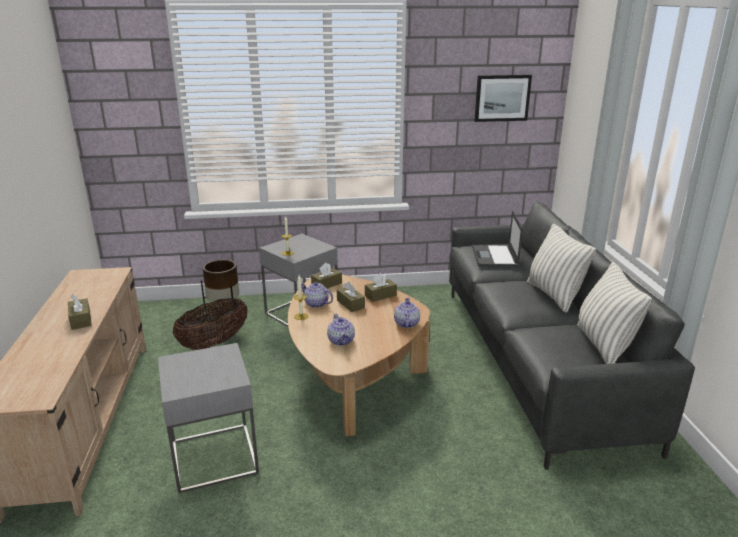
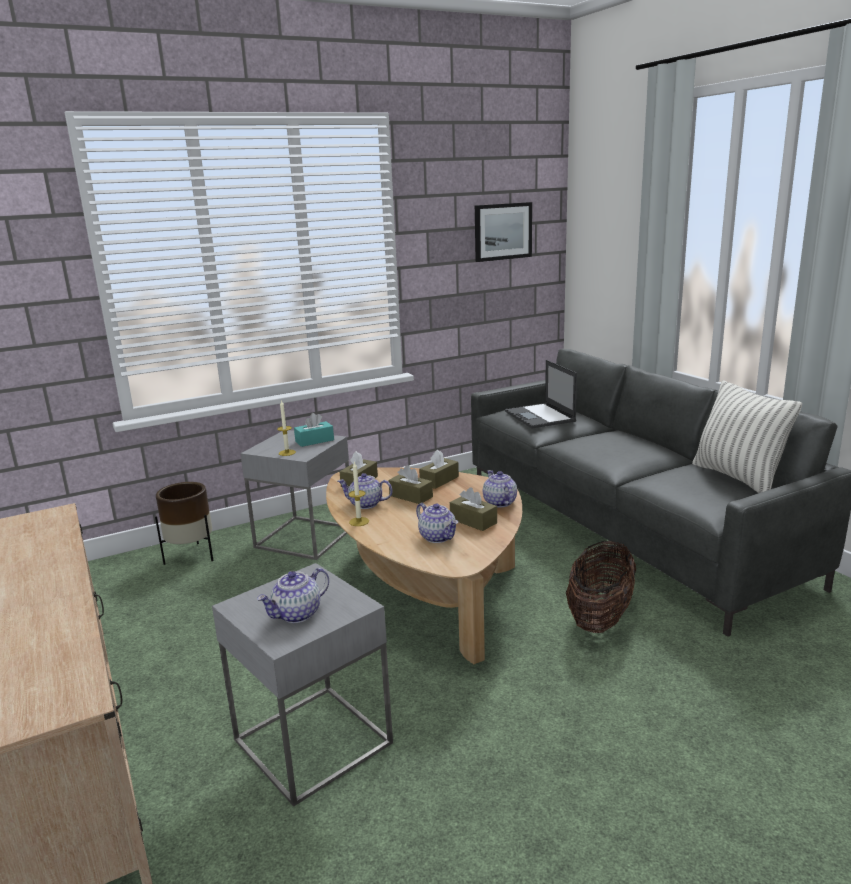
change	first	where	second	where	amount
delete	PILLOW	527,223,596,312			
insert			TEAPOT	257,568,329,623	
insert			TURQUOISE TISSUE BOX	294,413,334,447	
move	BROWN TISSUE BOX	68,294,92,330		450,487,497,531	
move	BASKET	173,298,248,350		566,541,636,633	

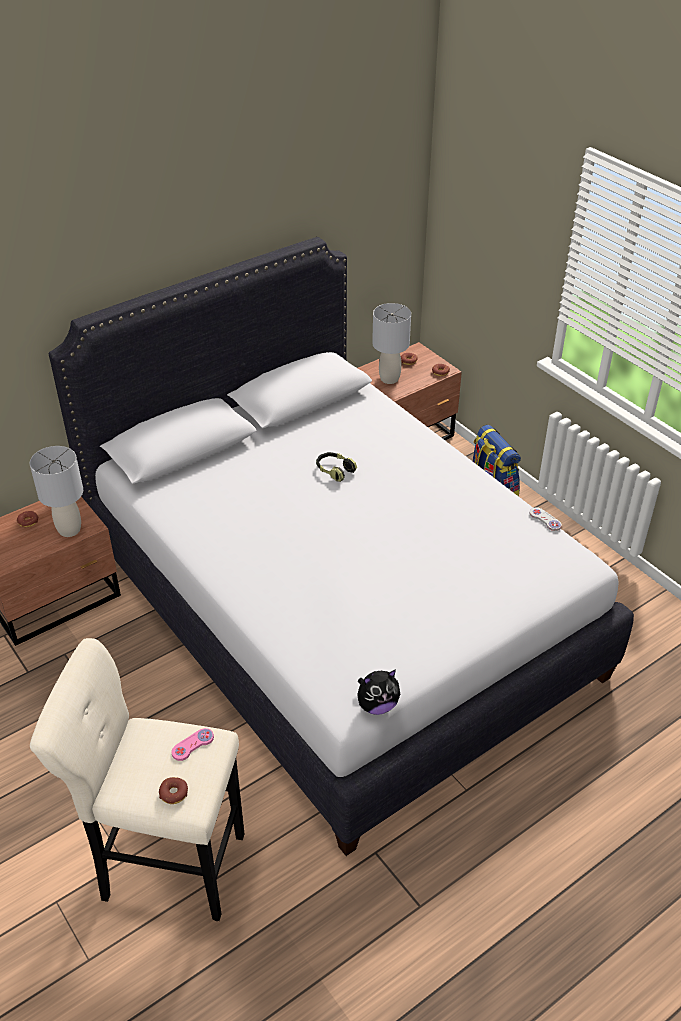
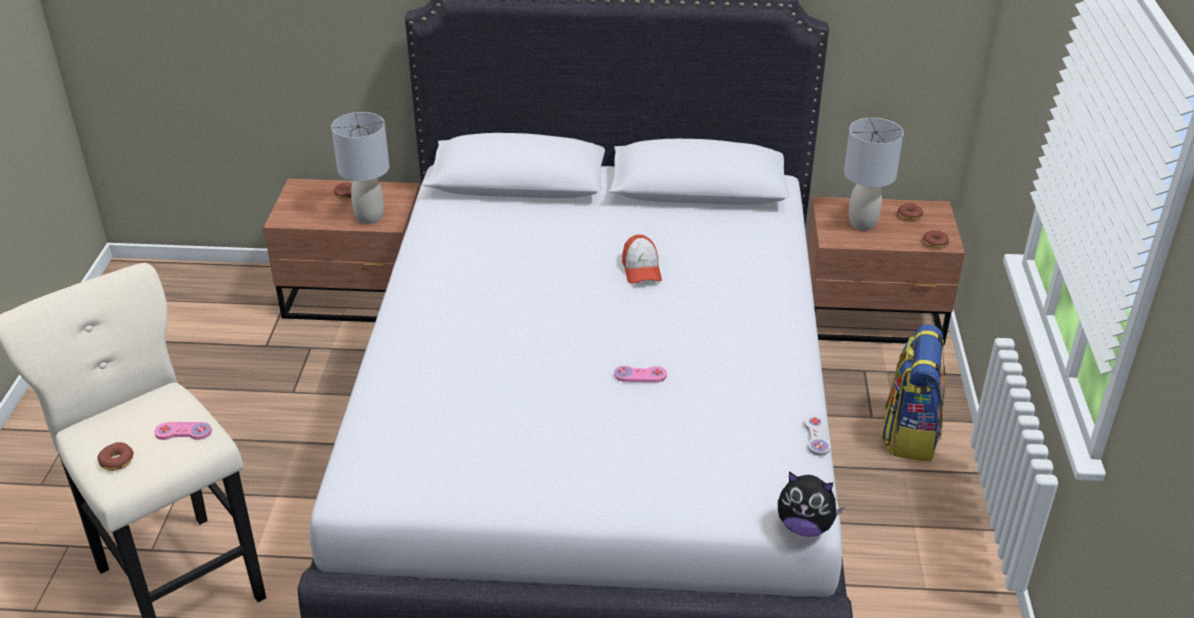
change	first	where	second	where	amount
insert			PINK GAME CONTROLLER	614,366,667,382	
move	PLUSH TOY	357,669,400,715		778,472,844,537	
replace	HEADPHONES	316,452,357,482	CAP	622,235,662,284	

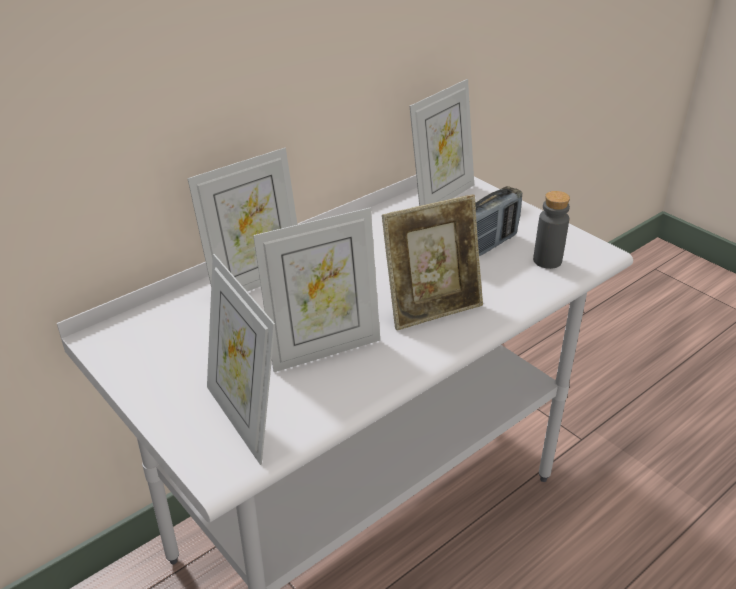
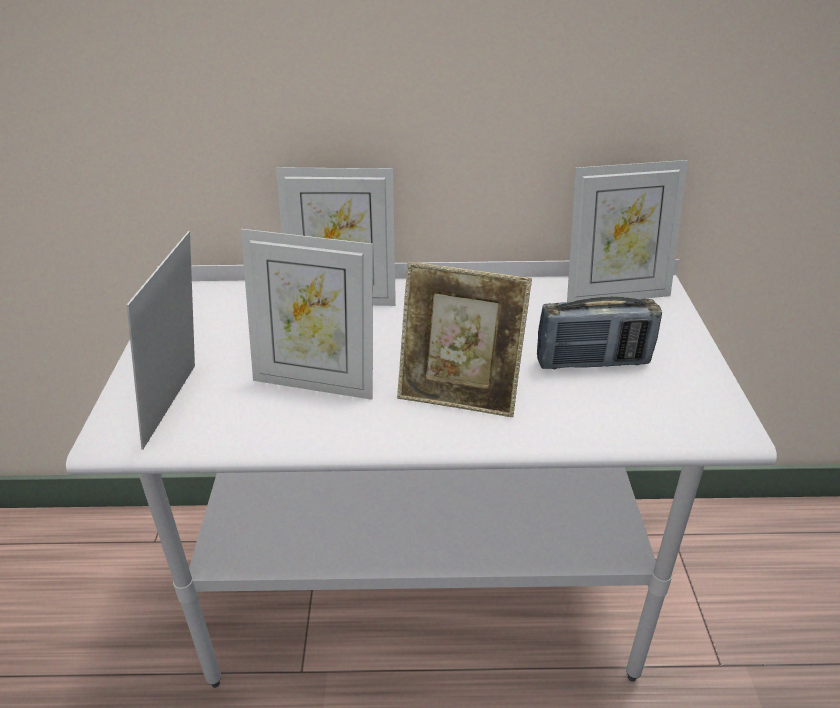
change	first	where	second	where	amount
delete	GREY BOTTLE	533,191,570,269			

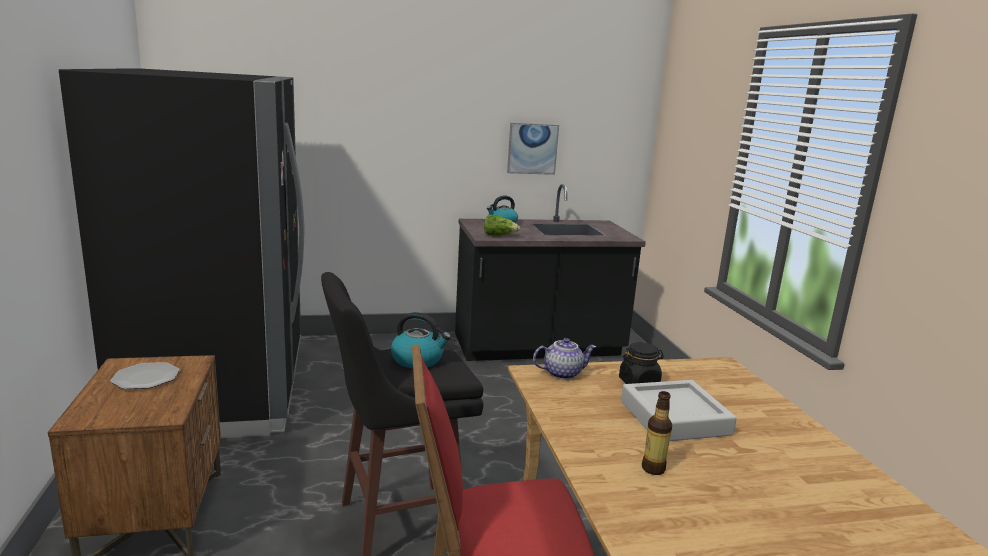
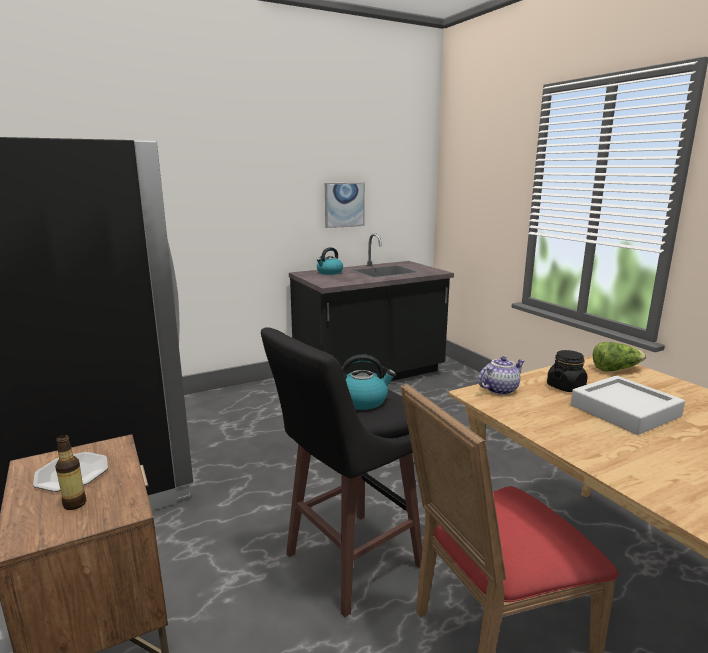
change	first	where	second	where	amount
move	LETTUCE	484,215,520,236		593,342,646,372	
move	BOTTLE	642,391,672,475		55,435,86,510	

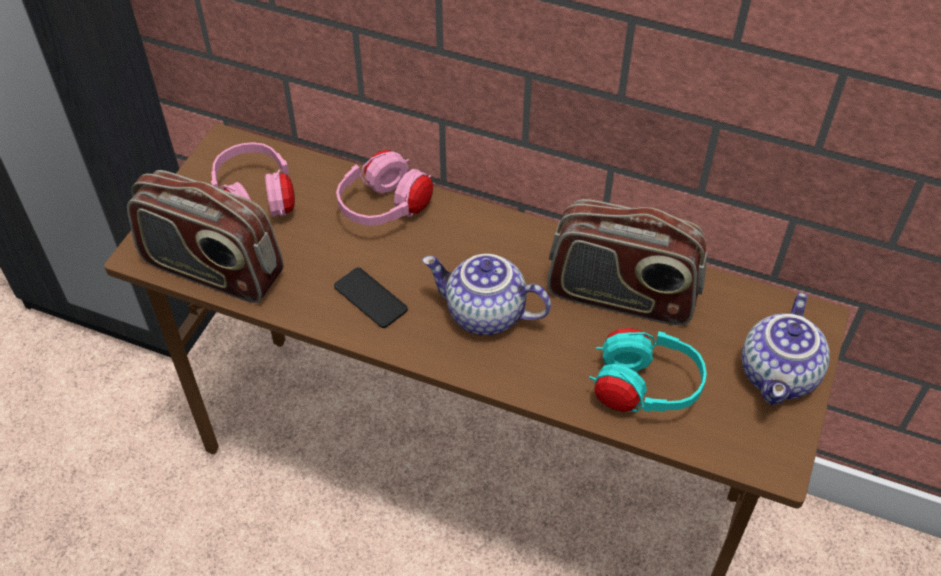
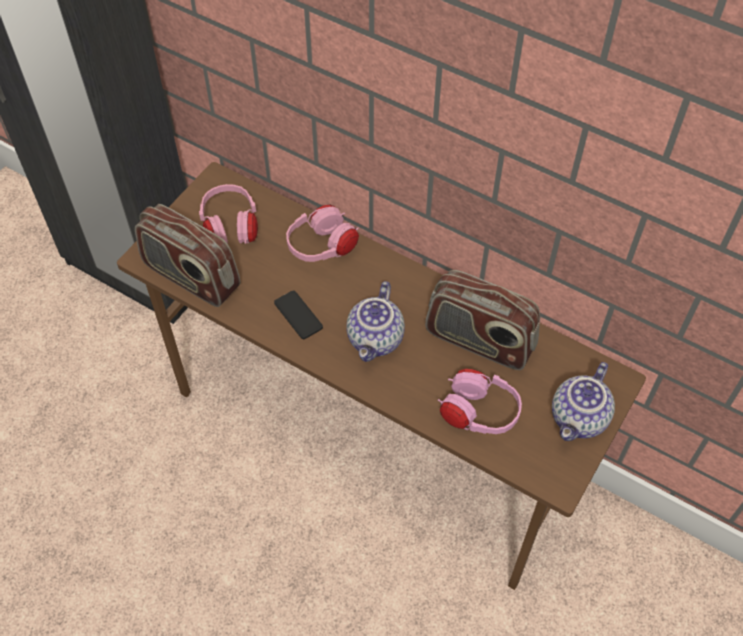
change	first	where	second	where	amount
recolor	TURQUOISE HEADPHONES	589,328,707,412	PINK HEADPHONES	438,369,522,434	
rotate	TEAPOT	422,254,551,335		346,281,405,362	105 degrees counterclockwise

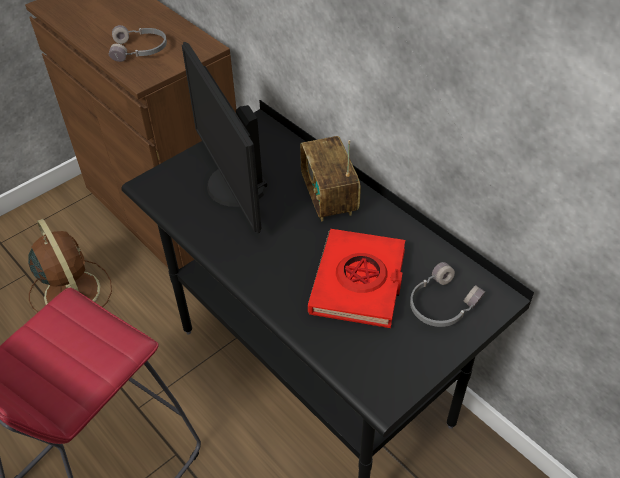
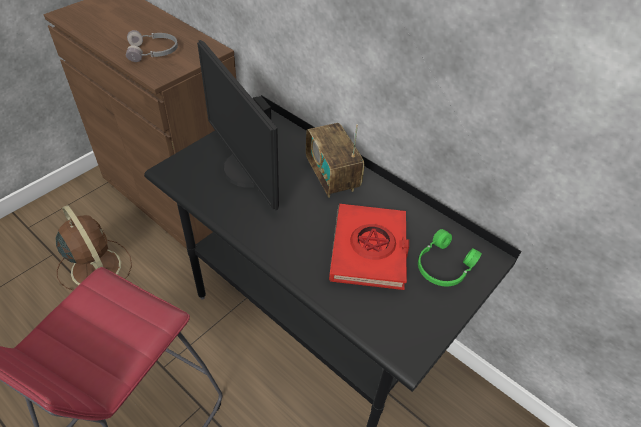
change	first	where	second	where	amount
recolor	GREY HEADPHONES	410,262,485,327	GREEN HEADPHONES	418,229,482,286	

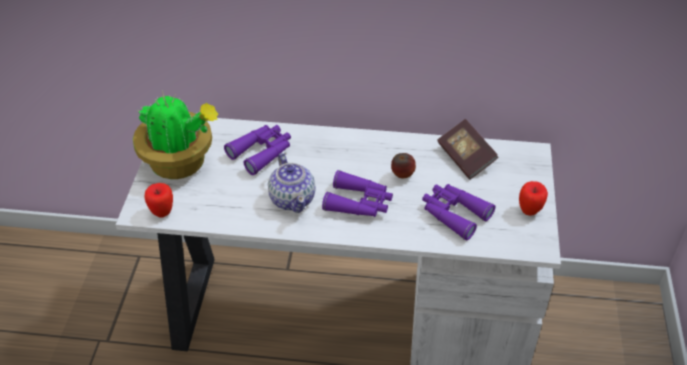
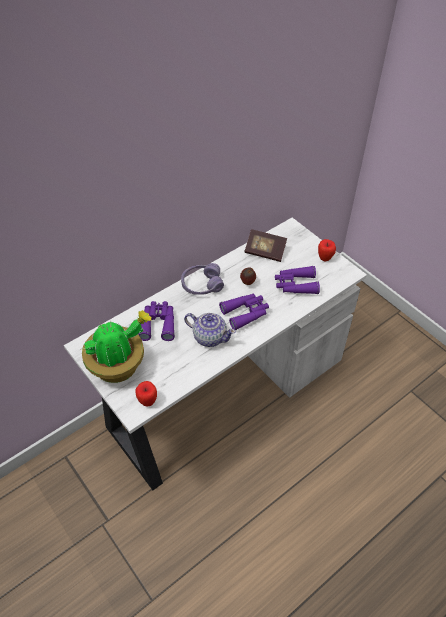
change	first	where	second	where	amount
insert			PURPLE HEADPHONES	181,263,224,295	

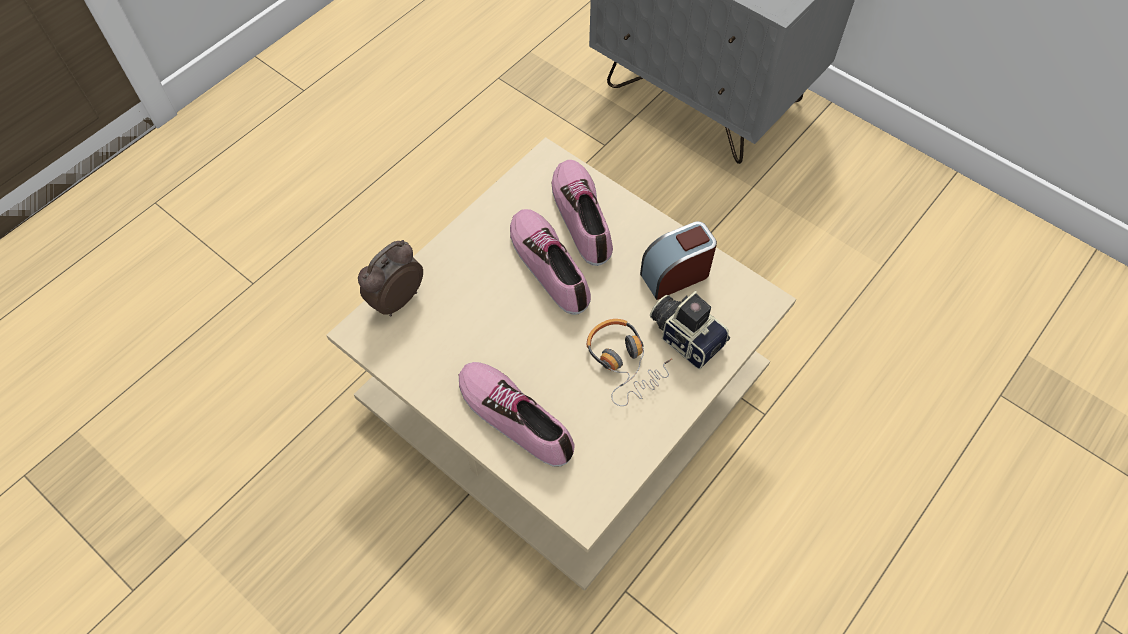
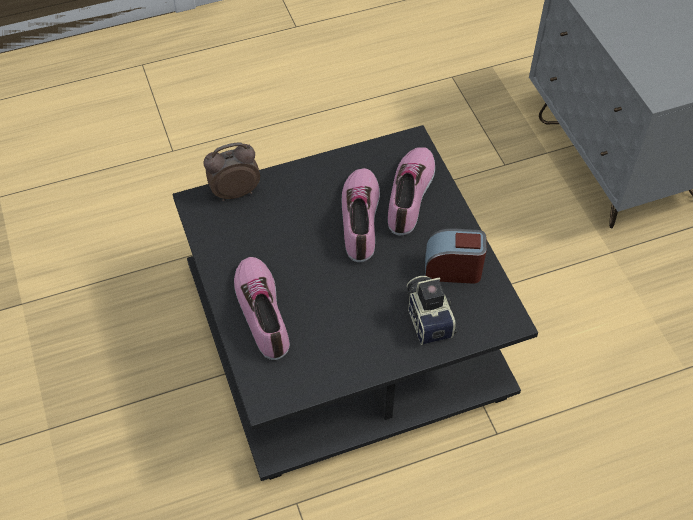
change	first	where	second	where	amount
delete	HEADPHONES	587,319,672,406			
recolor	BEIGE COFFEE TABLE	326,137,796,591	BLACK COFFEE TABLE	173,125,538,481	

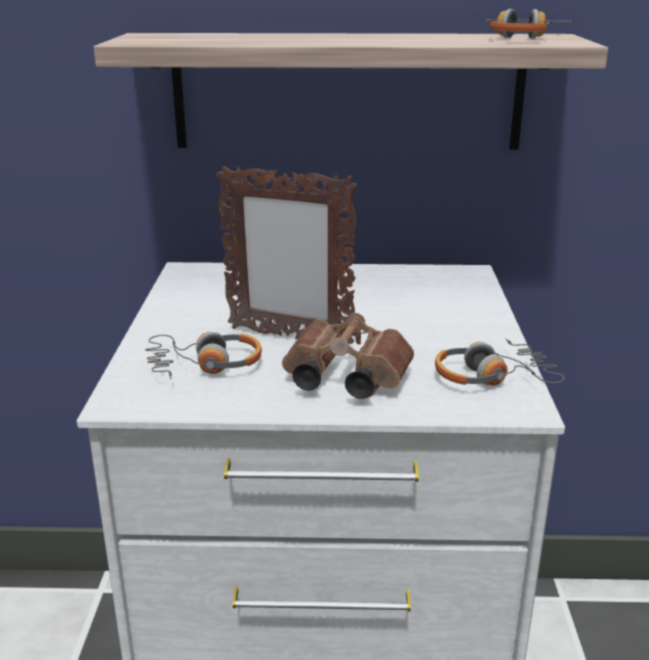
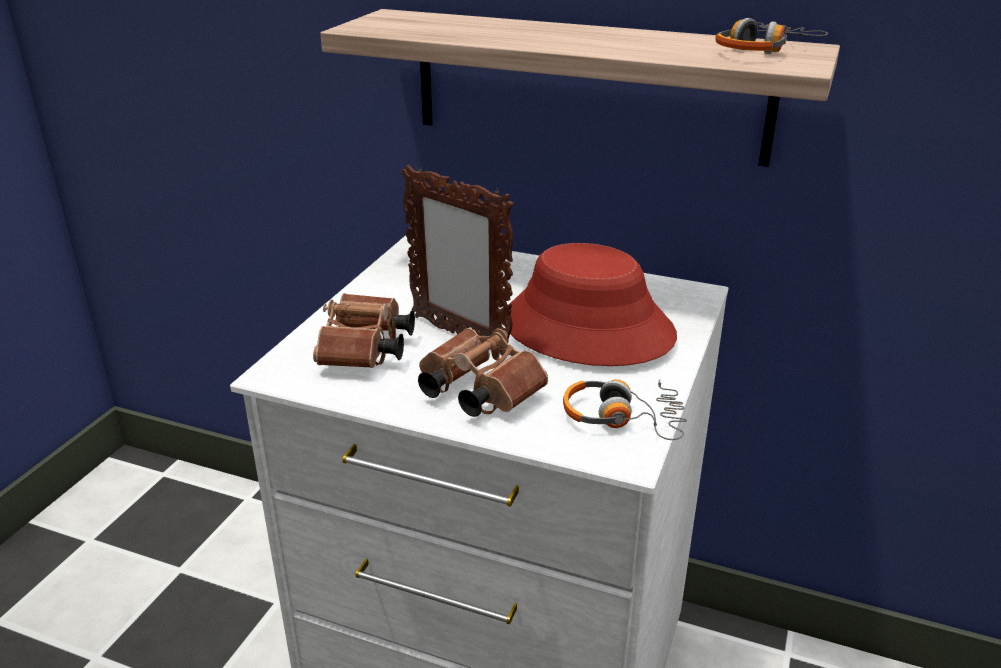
change	first	where	second	where	amount
insert			RED HAT	510,243,677,366	
replace	HEADPHONES	145,332,262,379	BROWN BINOCULARS	313,293,415,368	

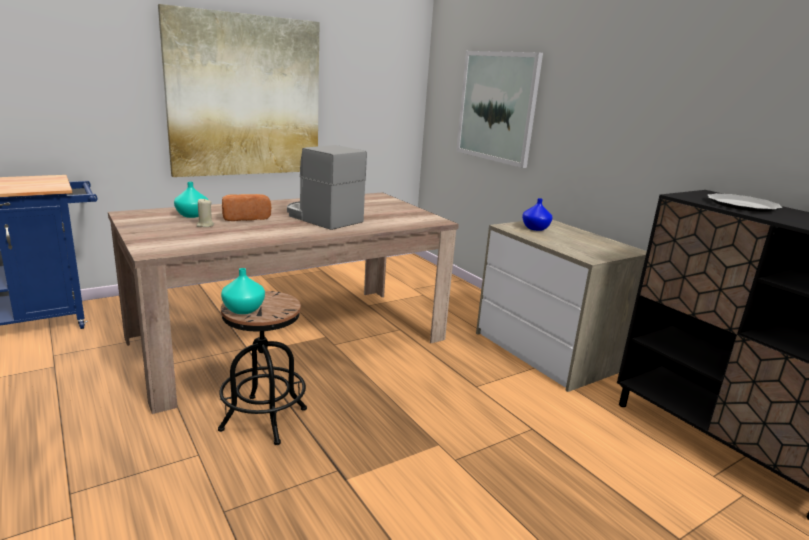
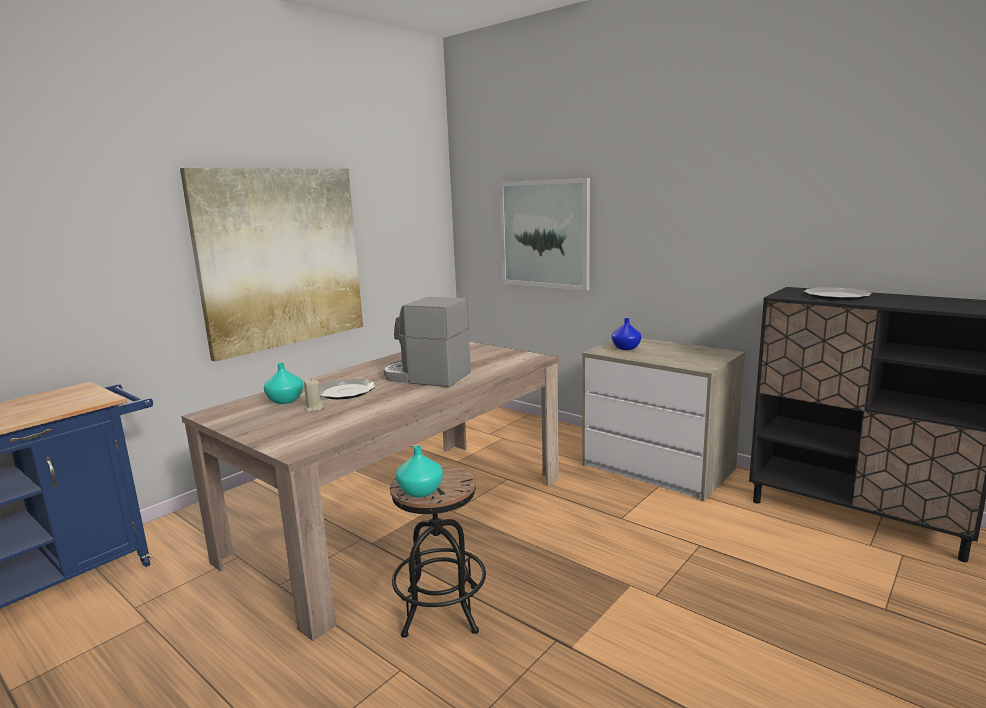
change	first	where	second	where	amount
replace	BREAD	222,194,271,221	PLATE	320,379,375,399	

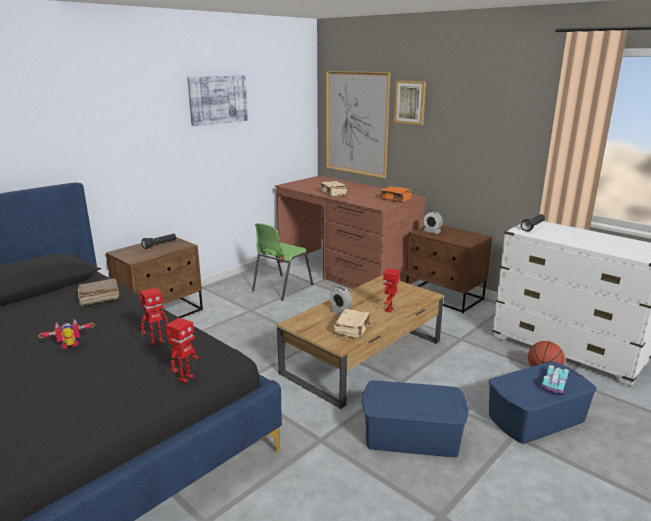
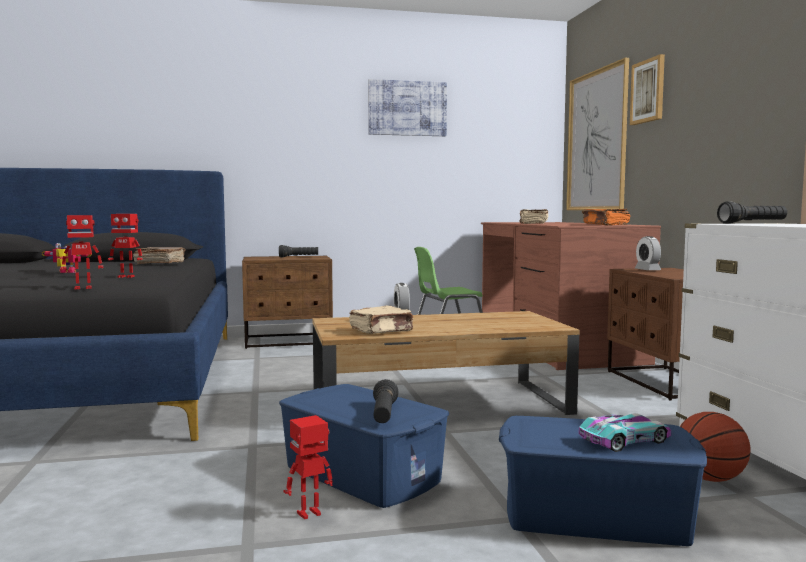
change	first	where	second	where	amount
insert			BLACK FLASHLIGHT	373,379,398,423	
move	TOY ROBOT	383,268,400,312		283,415,332,519	

